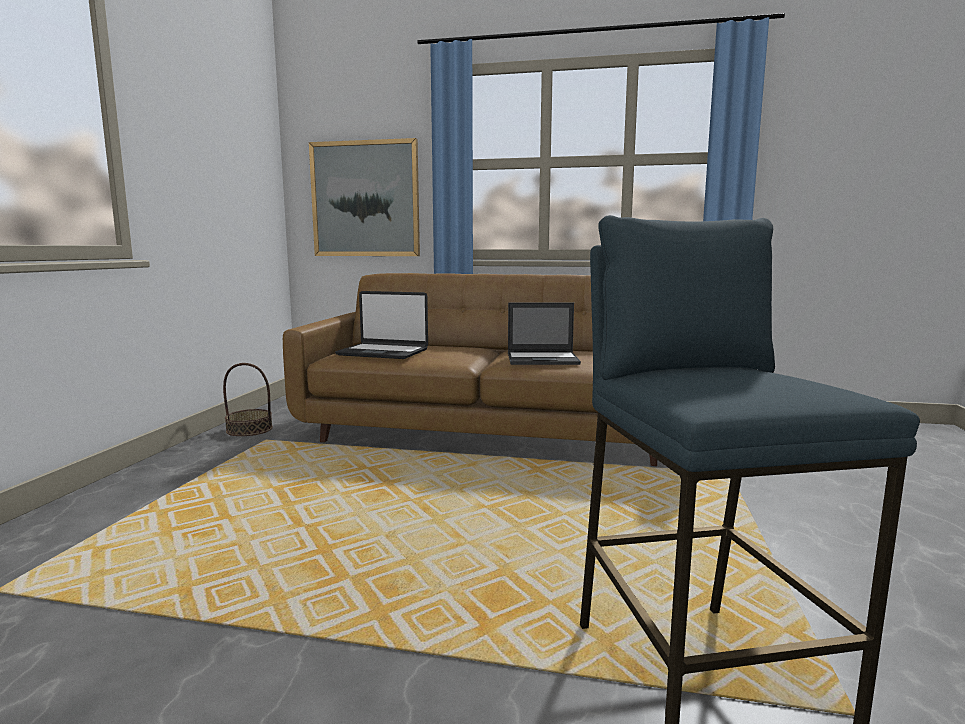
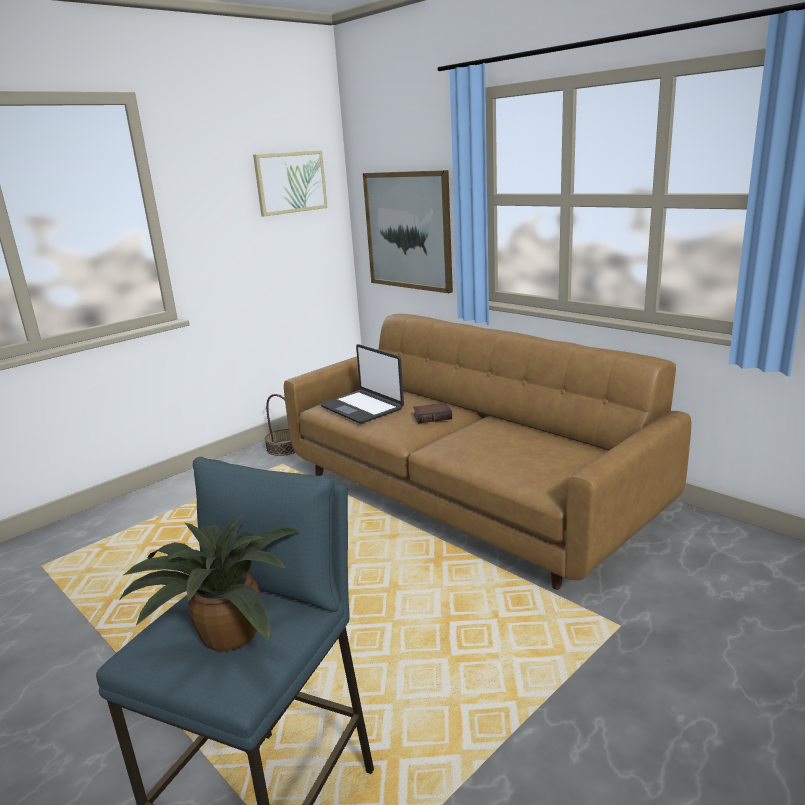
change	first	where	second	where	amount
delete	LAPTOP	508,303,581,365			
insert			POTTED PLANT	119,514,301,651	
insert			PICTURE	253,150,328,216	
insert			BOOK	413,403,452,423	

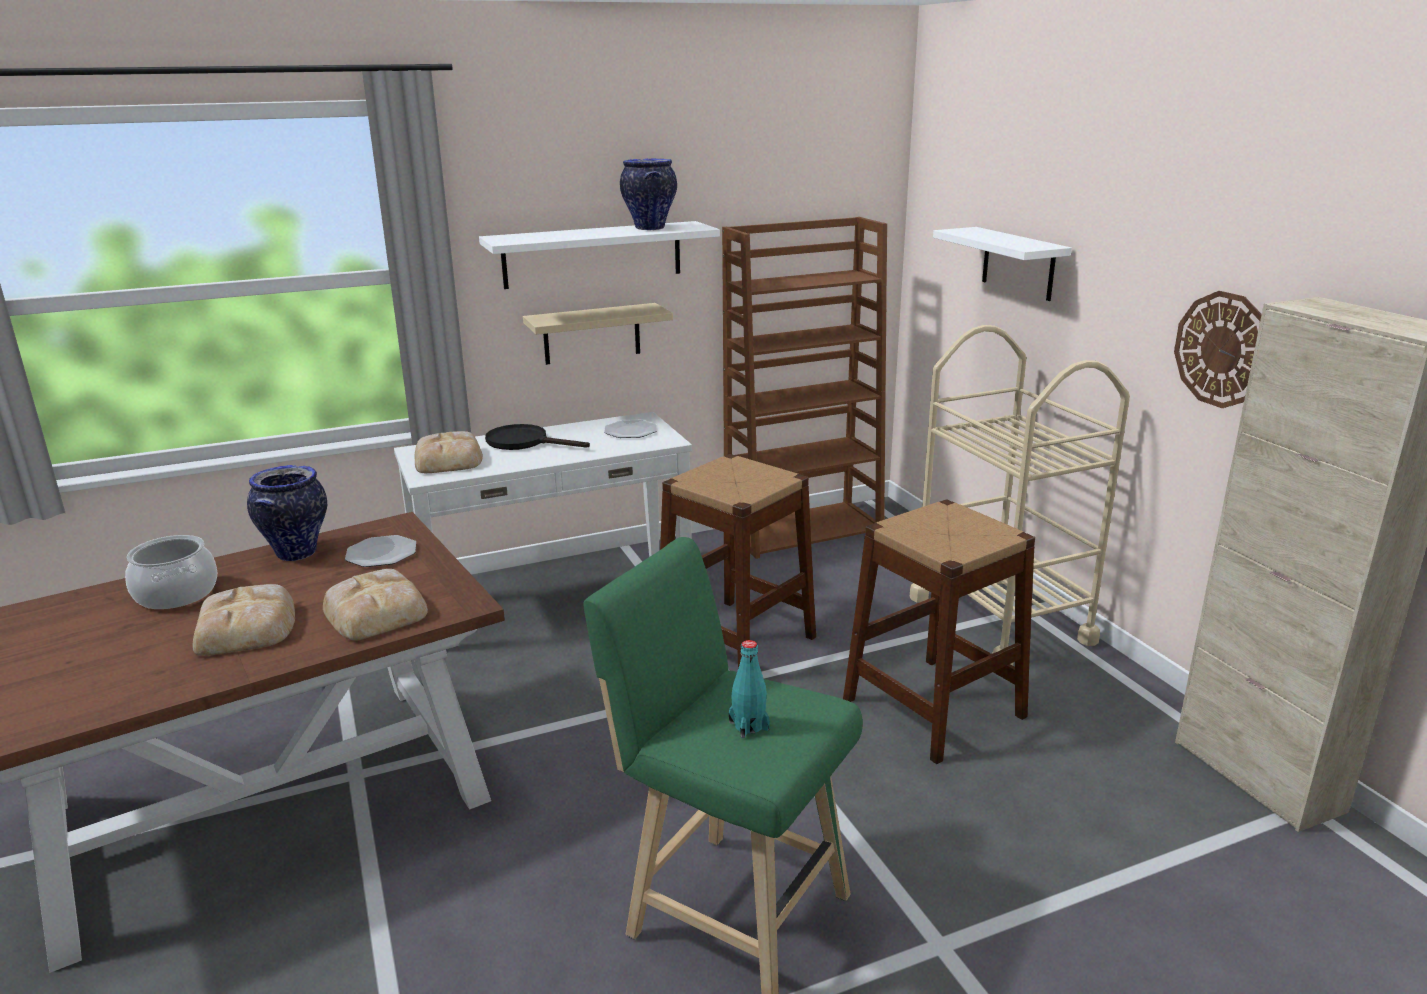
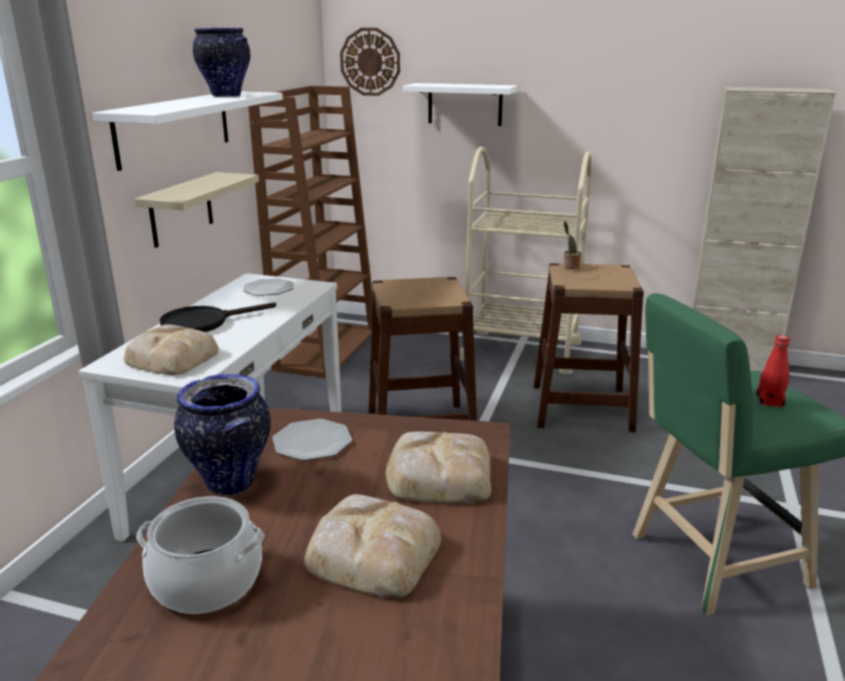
change	first	where	second	where	amount
insert			POTTED PLANT	563,221,581,270	
move	WALL CLOCK	1174,291,1262,408		340,28,400,96	
recolor	TURQUOISE BOTTLE	729,640,770,738	RED BOTTLE	756,335,790,408	

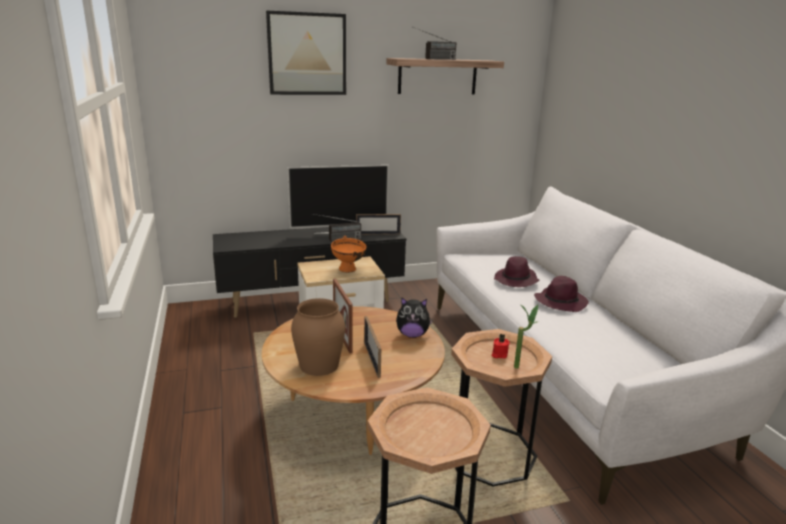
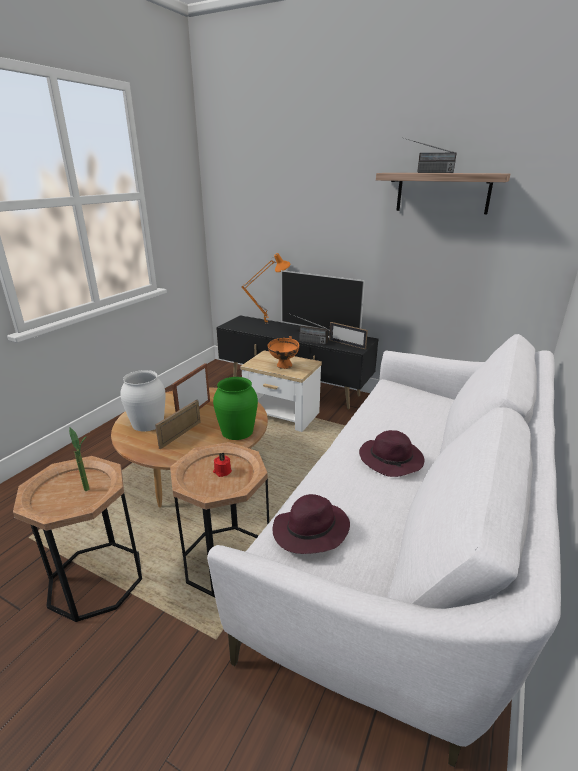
change	first	where	second	where	amount
delete	PICTURE	266,11,346,95			
insert			ORANGE TABLE LAMP	241,253,290,322	
move	PURPLE HAT	494,256,540,287		272,494,350,554	
move	POTTED PLANT	514,304,538,369		69,427,90,491	
replace	PLUSH TOY	396,297,433,338	GREEN VASE	213,377,258,440	
recolor	BROWN VASE	291,298,345,376	WHITE VASE	120,370,165,431	

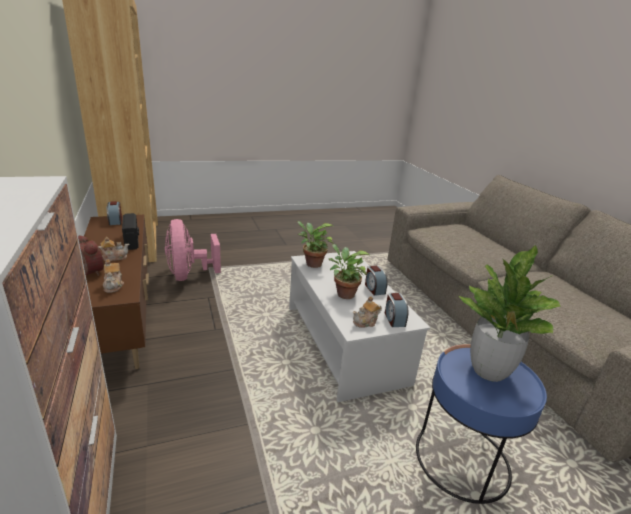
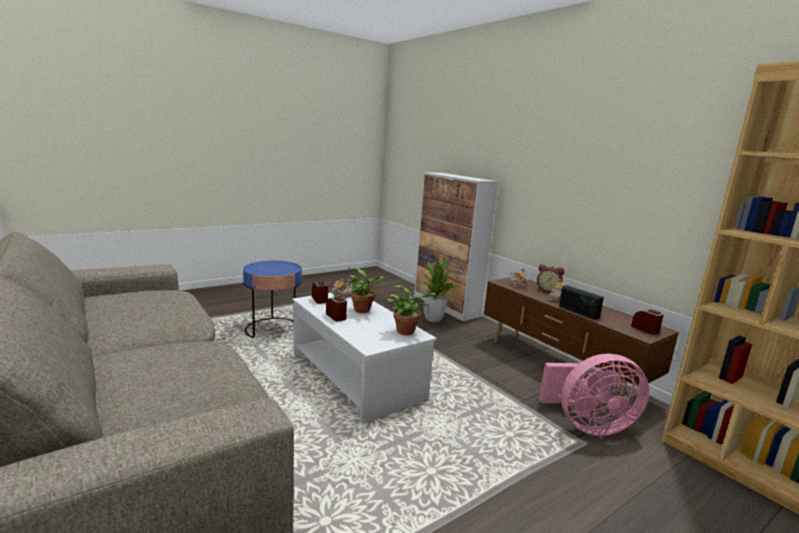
change	first	where	second	where	amount
move	POTTED PLANT	458,245,561,382		420,258,459,322	
rotate	PINK FAN	165,219,221,281		539,354,649,436	120 degrees clockwise

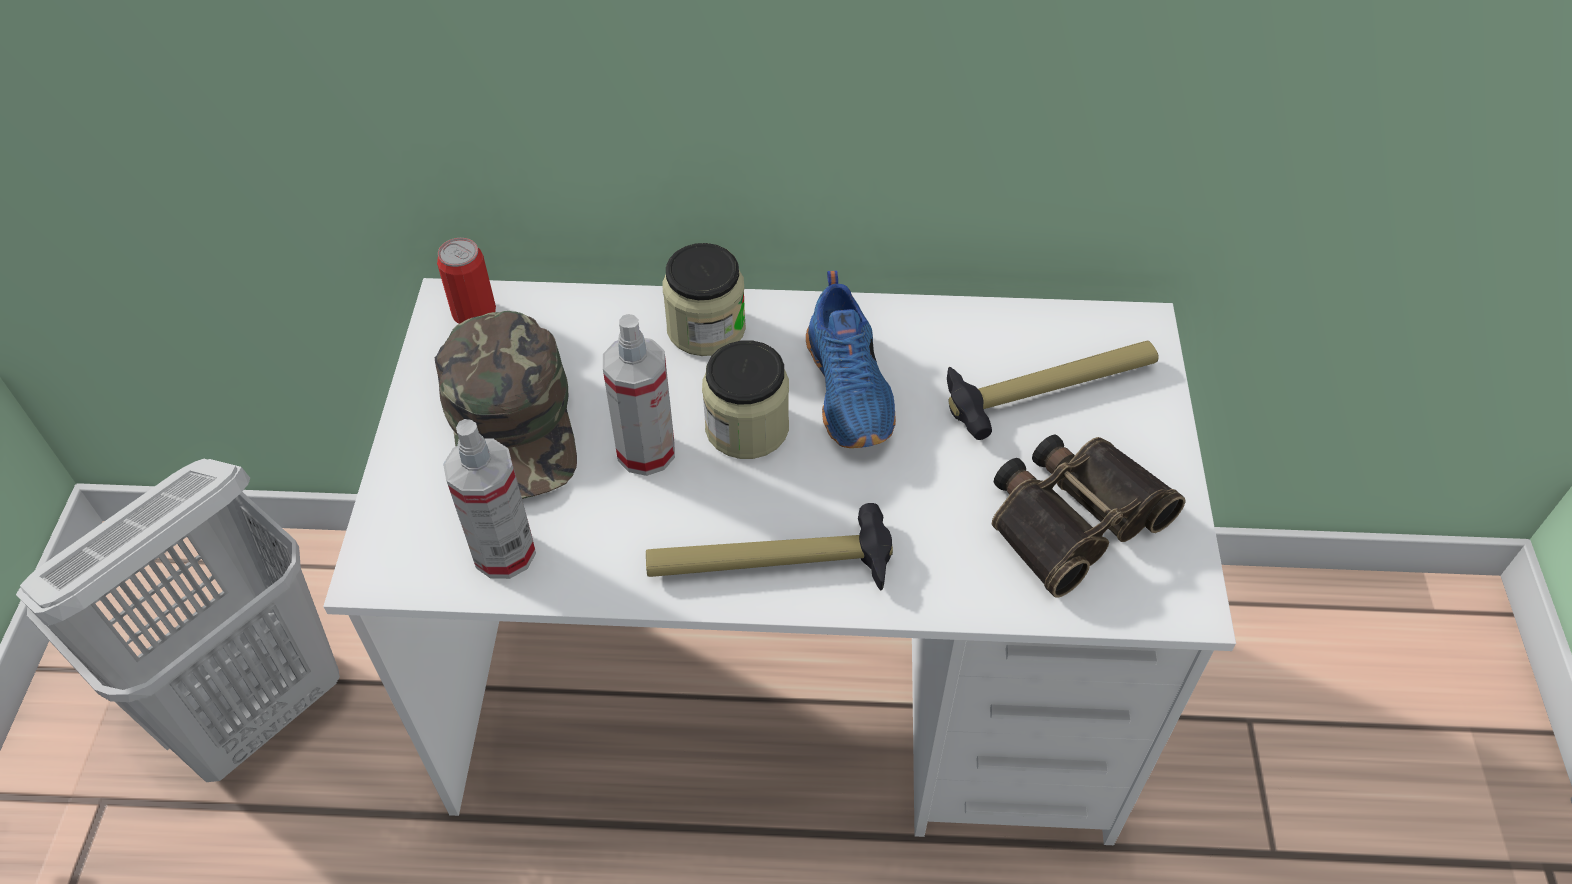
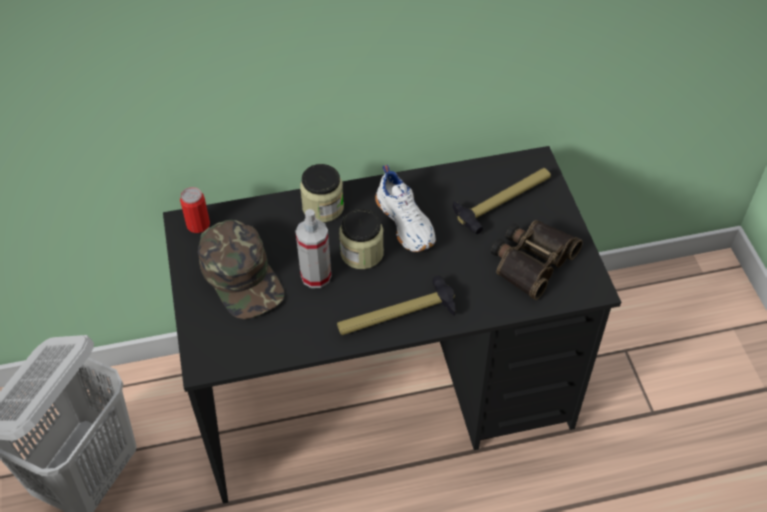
change	first	where	second	where	amount
delete	SPRAY BOTTLE	443,419,536,579			
recolor	WHITE DESK	323,278,1236,845	BLACK DESK	163,146,621,504	
recolor	BLUE SHOE	806,271,896,448	WHITE SHOE	375,165,436,252	

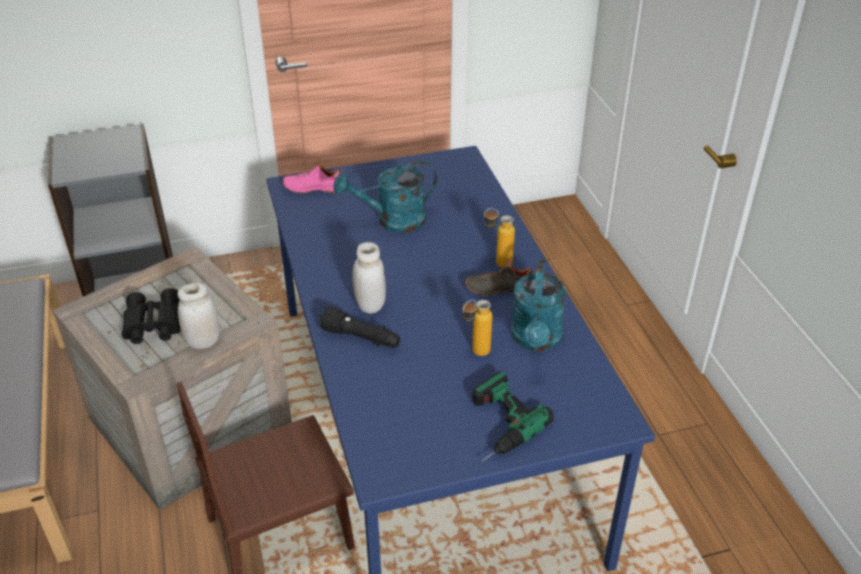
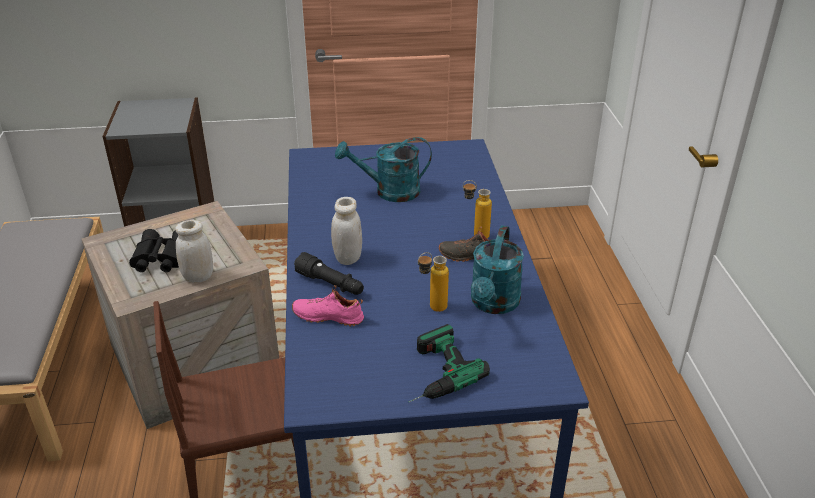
change	first	where	second	where	amount
move	PINK SHOE	283,159,343,194		292,285,364,326	

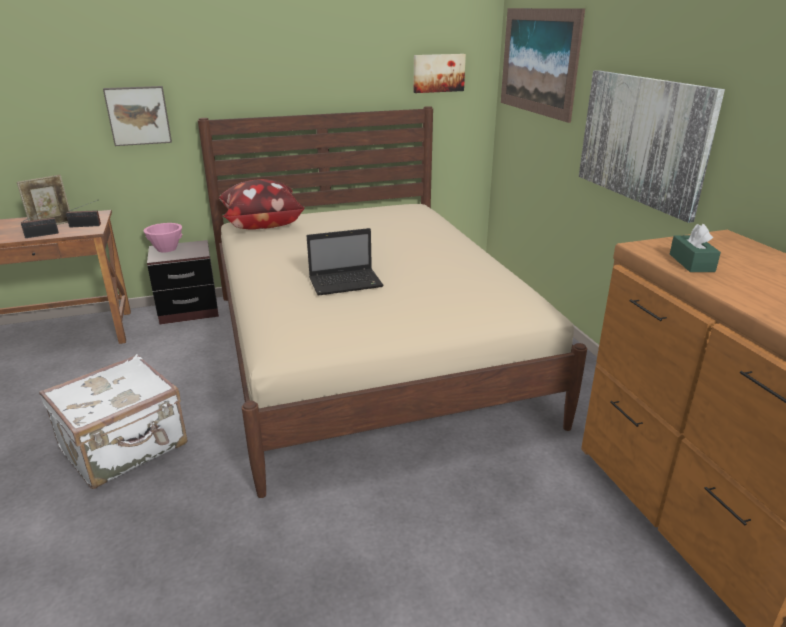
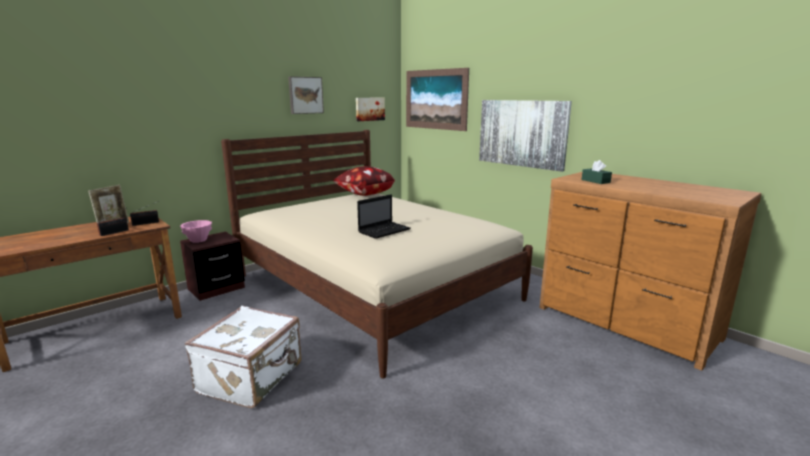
change	first	where	second	where	amount
move	PICTURE	103,86,172,146		288,76,324,114	
move	PILLOW	219,179,305,229		333,166,395,196	

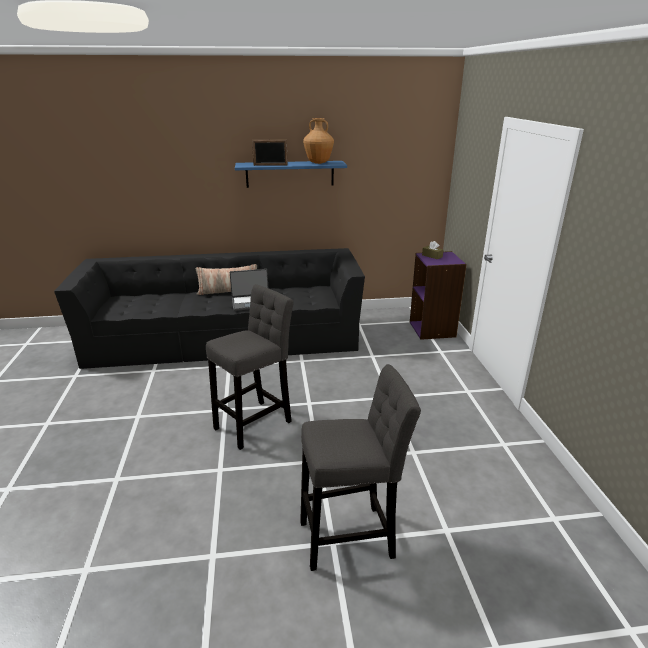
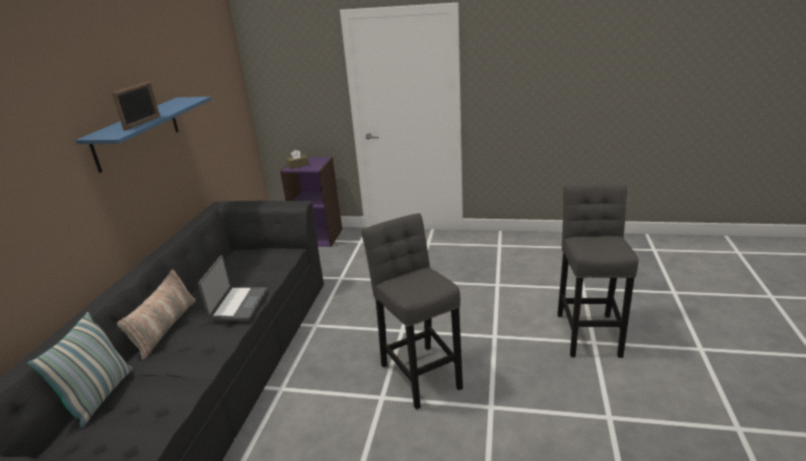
change	first	where	second	where	amount
delete	BROWN VASE	303,118,334,164			
insert			PILLOW	28,312,133,428	

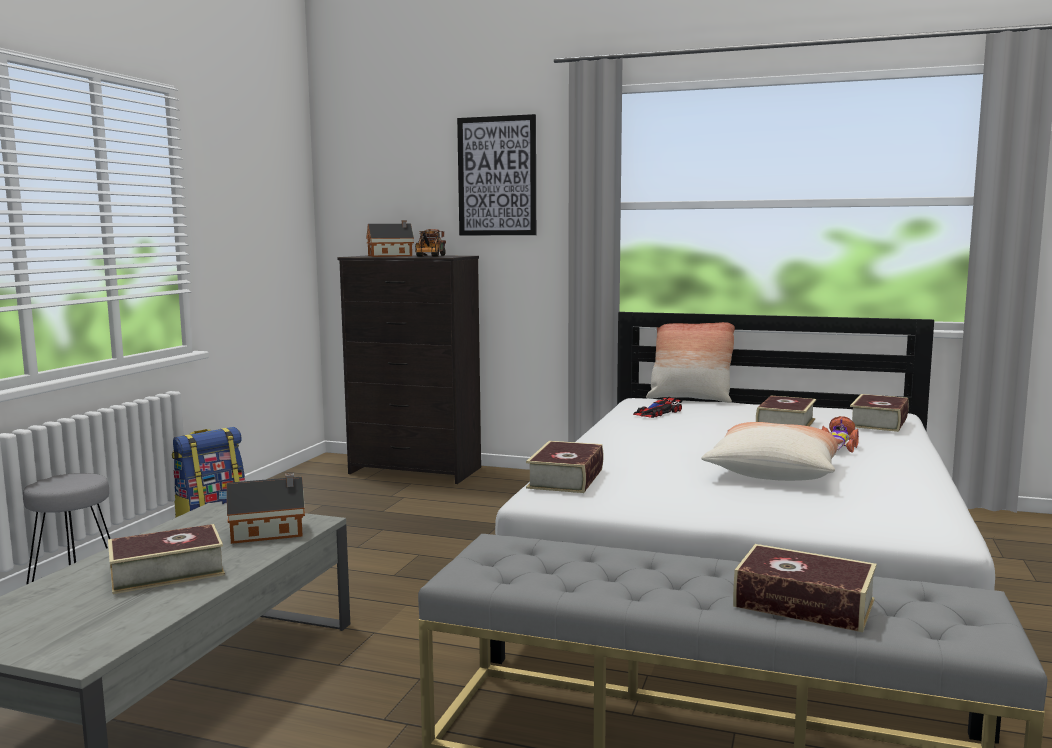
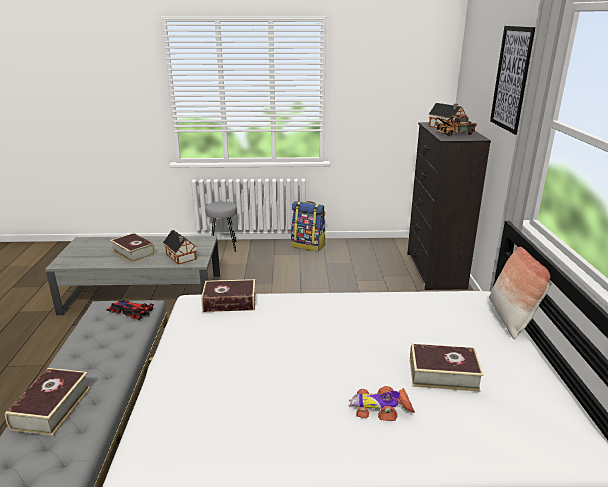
change	first	where	second	where	amount
delete	PILLOW	701,422,843,481			
delete	BOOK	850,394,909,432			
move	TOY CAR	633,397,682,418		107,300,154,320	

